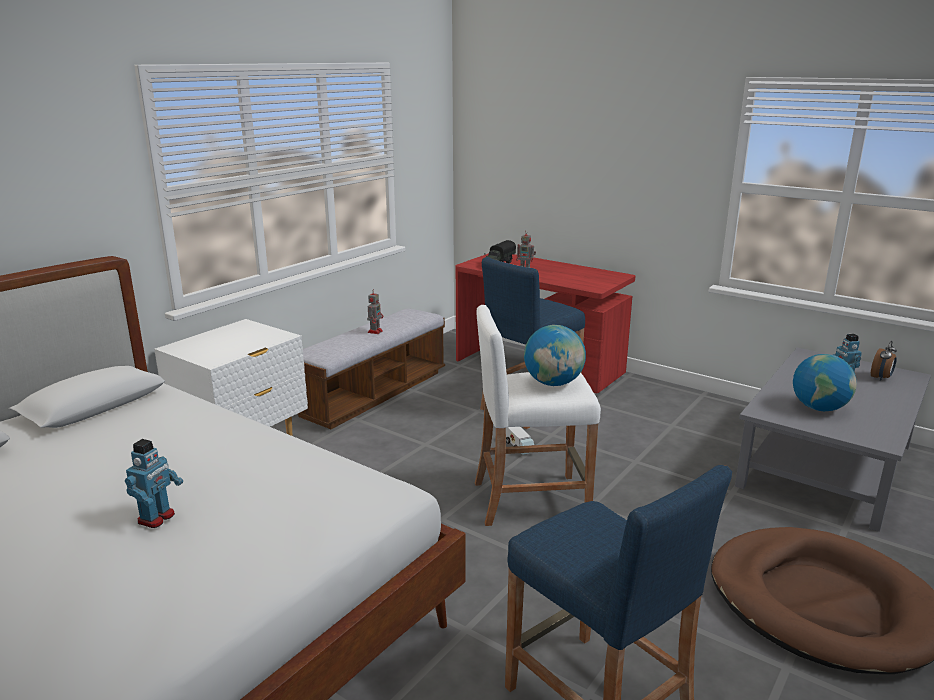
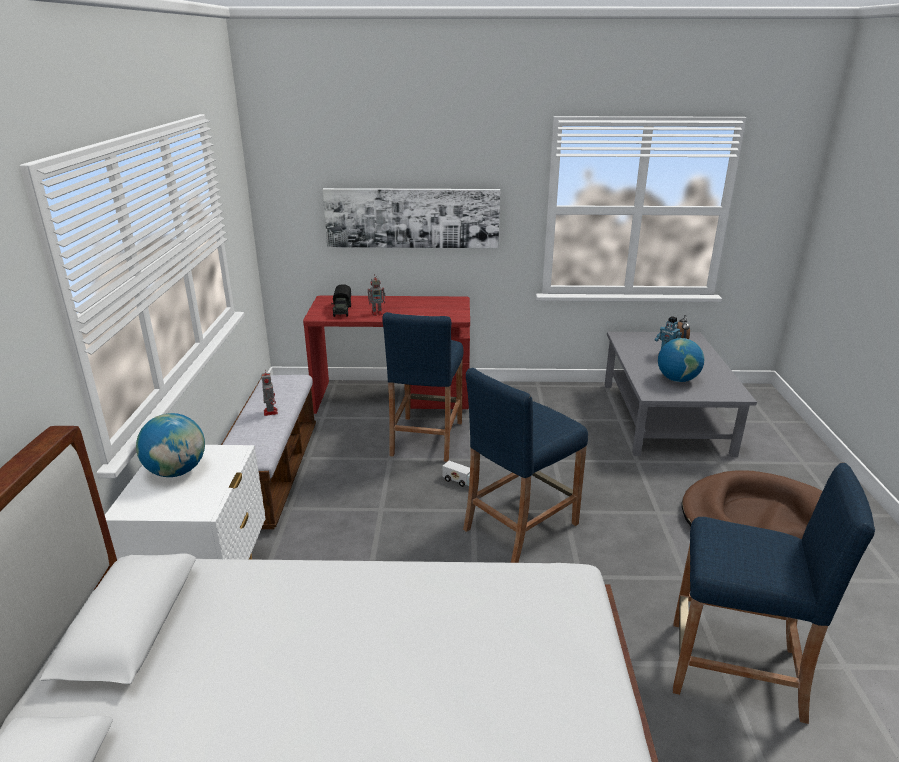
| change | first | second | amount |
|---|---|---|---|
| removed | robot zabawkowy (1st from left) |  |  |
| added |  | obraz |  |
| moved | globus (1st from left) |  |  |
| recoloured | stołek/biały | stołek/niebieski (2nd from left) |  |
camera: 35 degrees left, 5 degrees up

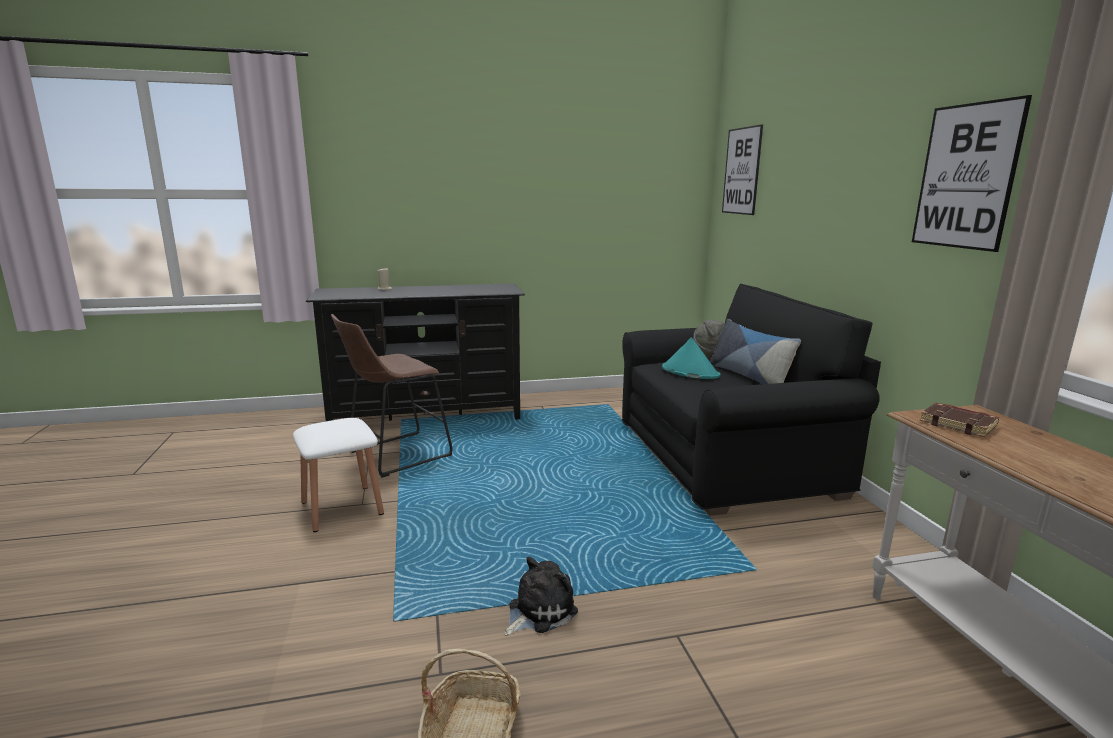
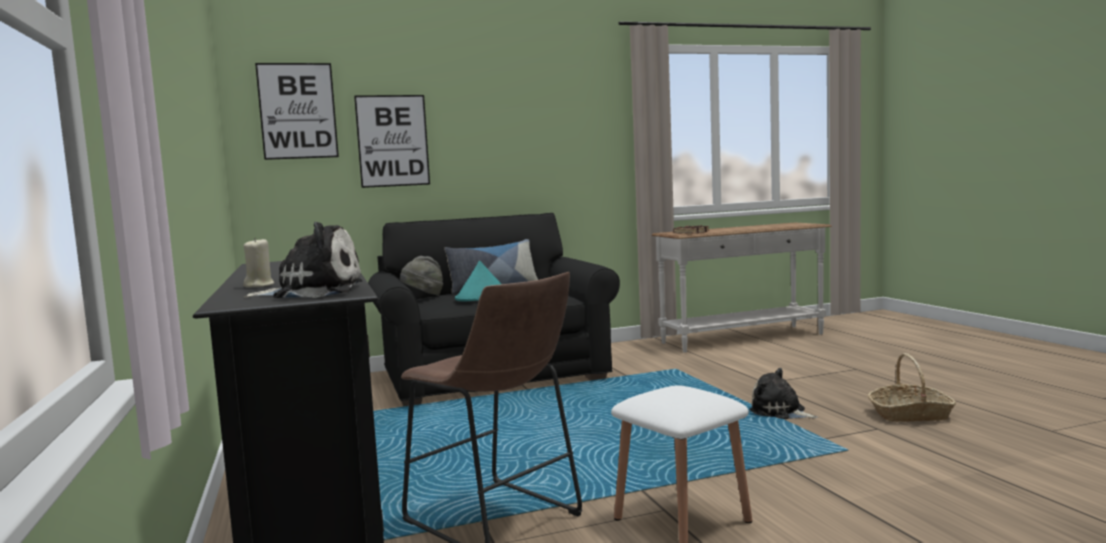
| change | first | second | amount |
|---|---|---|---|
| added |  | pluszak (1st from left) |  |
| moved | obraz (2nd from left) |  |  |
camera: 95 degrees left, 10 degrees down

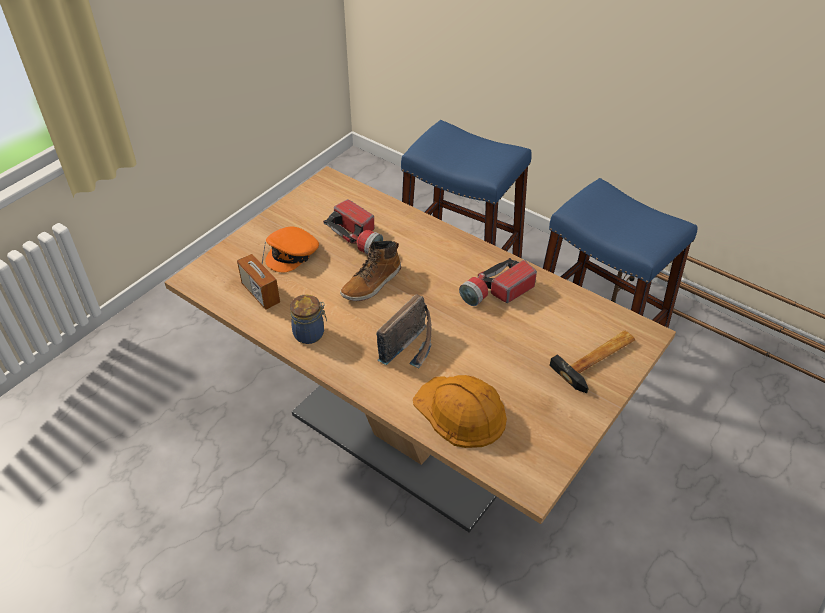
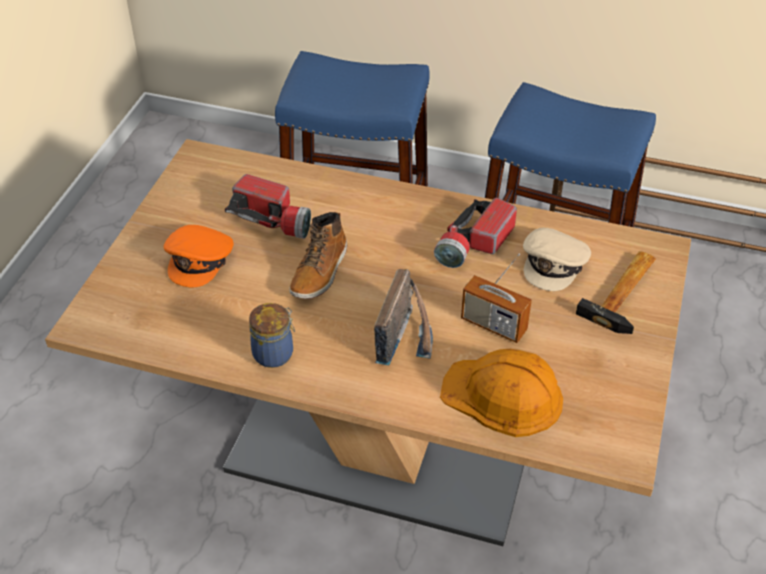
| change | first | second | amount |
|---|---|---|---|
| added |  | czapka z daszkiem/beżowy |  |
| moved | radio (1st from left in the first image) | radio (2nd from left) |  |
camera: 20 degrees left, 0 degrees up

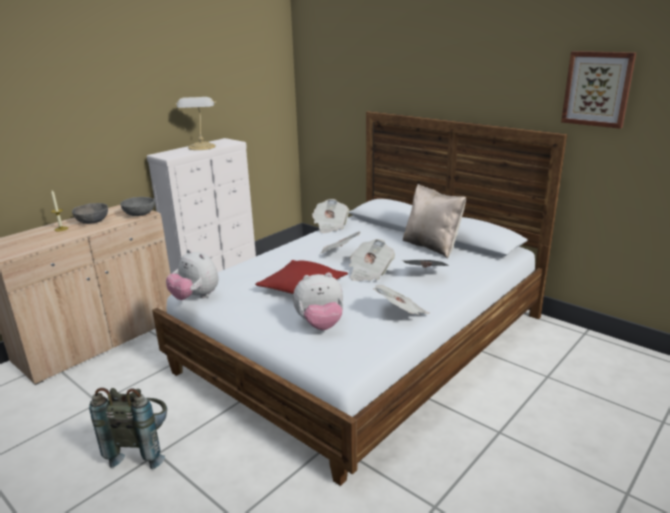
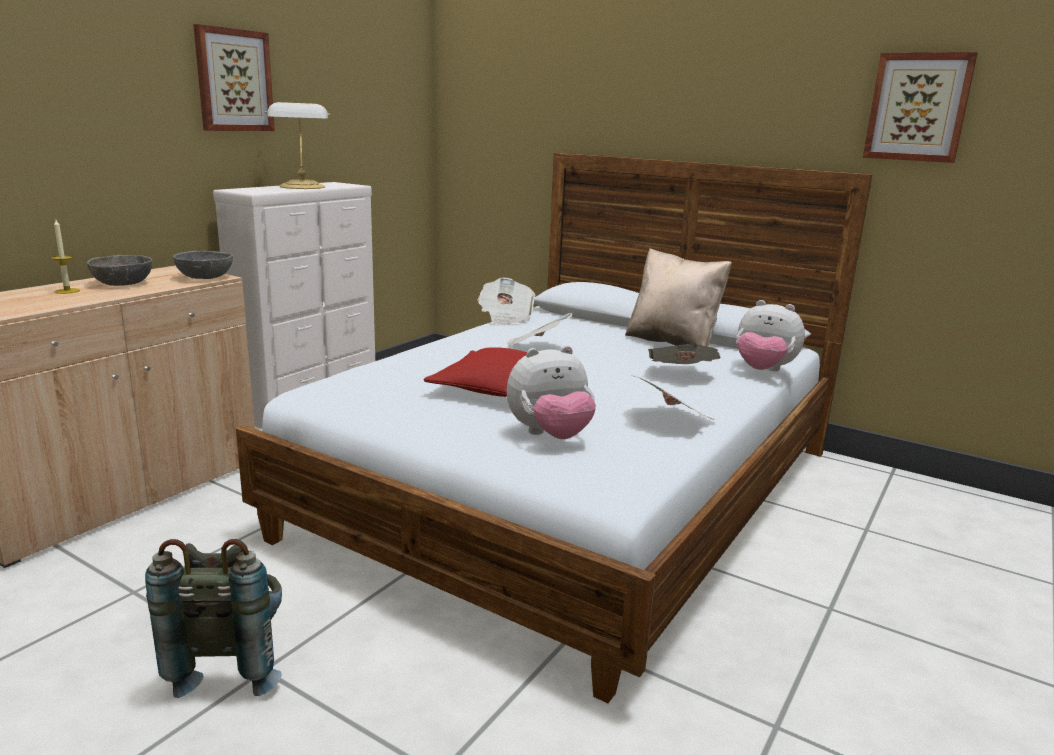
| change | first | second | amount |
|---|---|---|---|
| removed | gazeta (3rd from left) |  |  |
| added |  | obraz (1st from left) |  |
| moved | pluszak (1st from left in the first image) | pluszak (2nd from left) |  |
camera: 10 degrees left, 5 degrees down

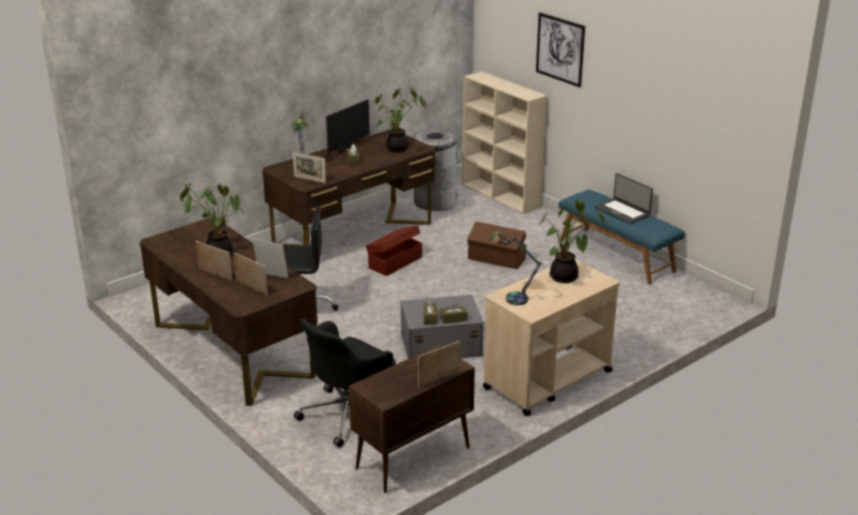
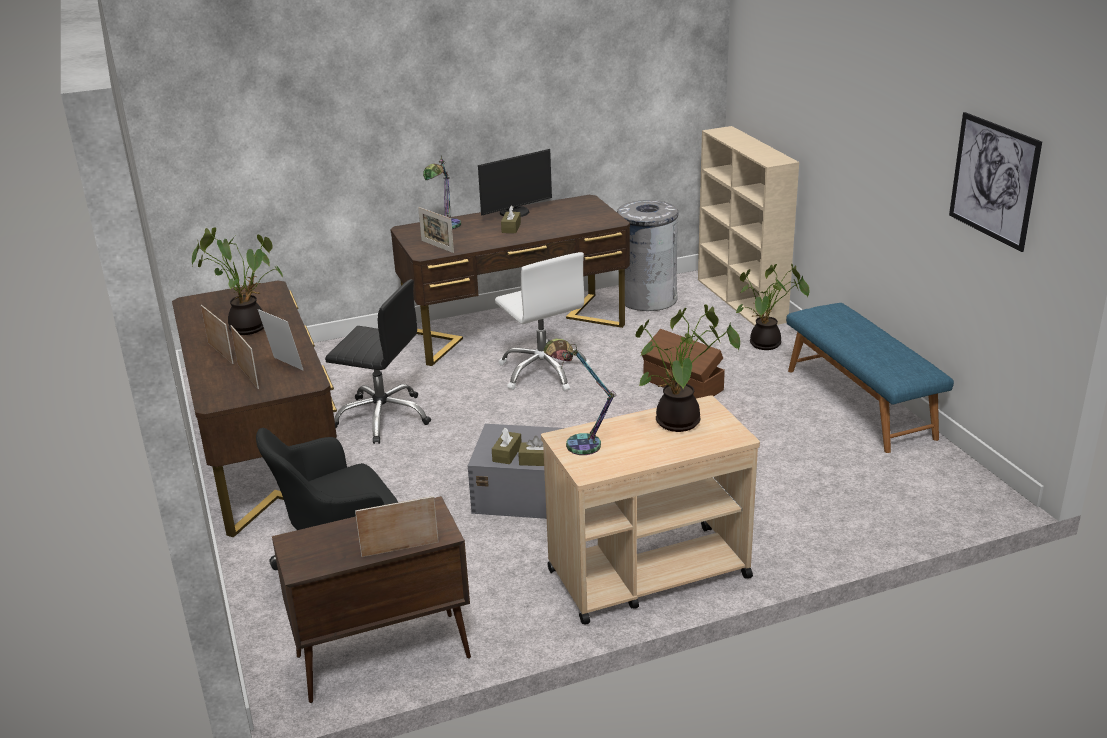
| change | first | second | amount |
|---|---|---|---|
| removed | laptop |  |  |
| moved | roślina doniczkowa (2nd from left in the first image) | roślina doniczkowa (3rd from left) |  |
| moved | obraz |  |  |
| replaced | pojemnik do przechowywania/brązowy (1st from left) | krzesło biurowe/biały |  |
camera: 20 degrees right, 0 degrees up

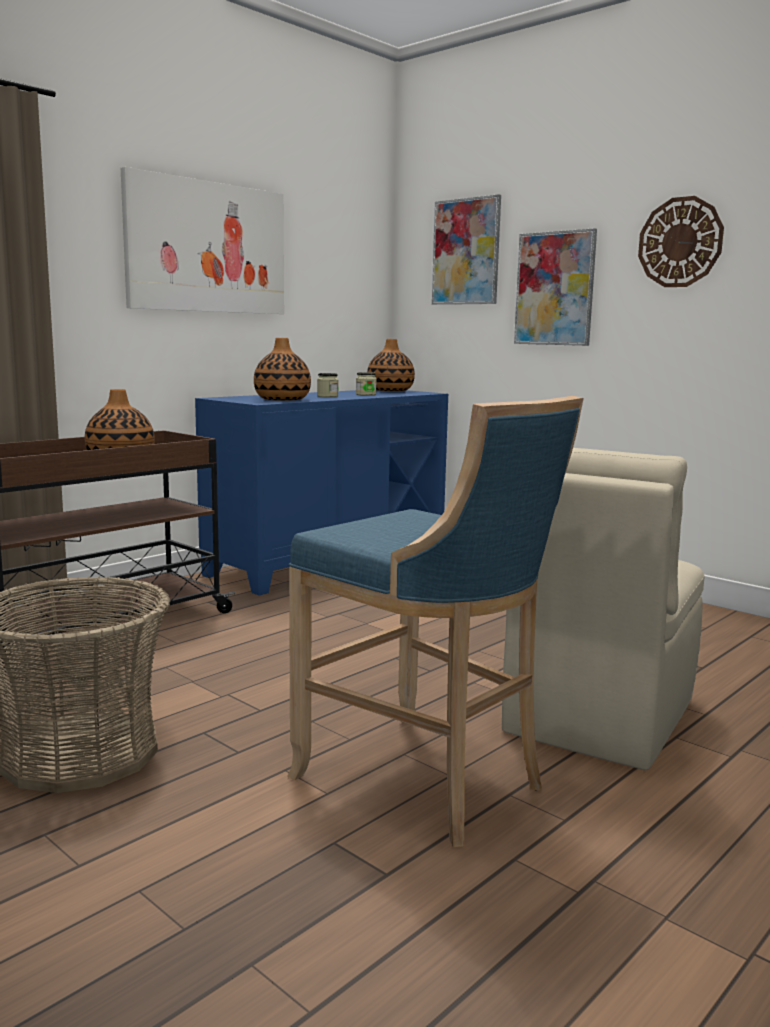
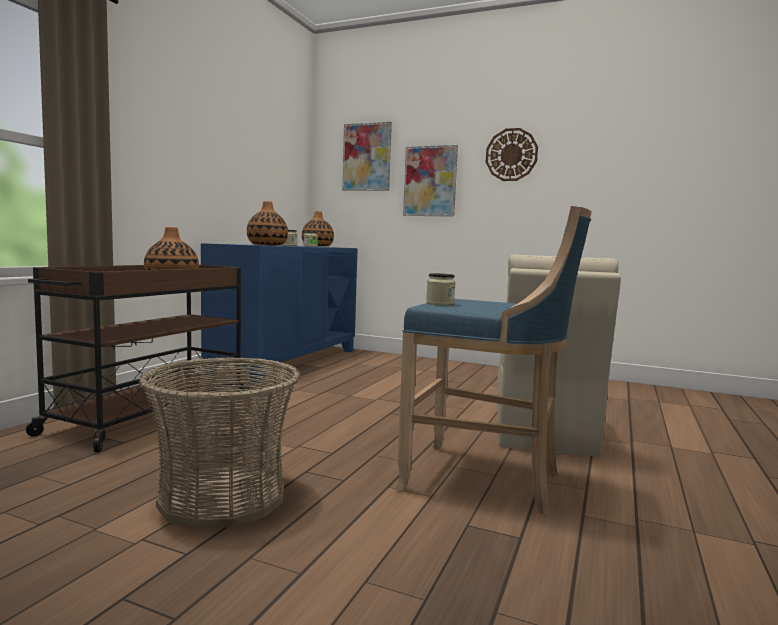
| change | first | second | amount |
|---|---|---|---|
| removed | obraz (1st from left) |  |  |
| added |  | słoik (3rd from left) |  |
camera: 20 degrees left, 5 degrees down

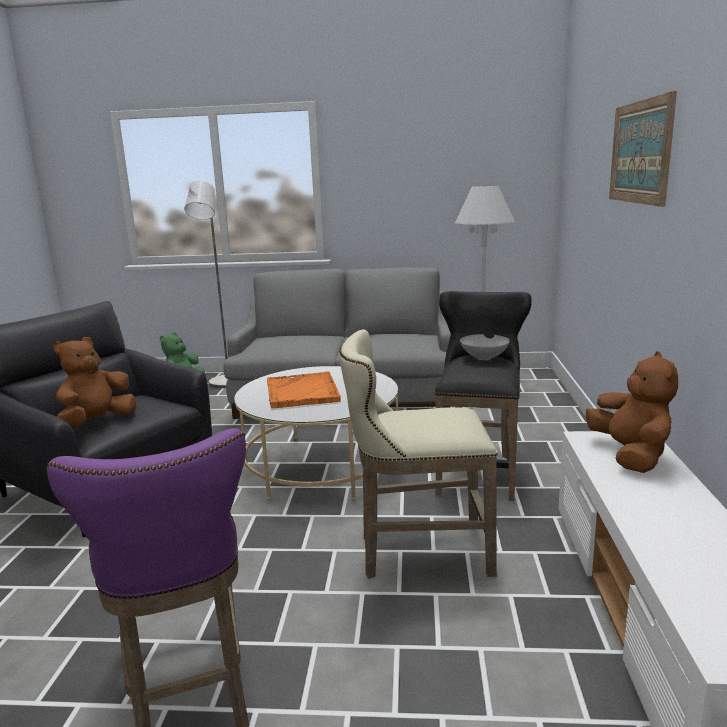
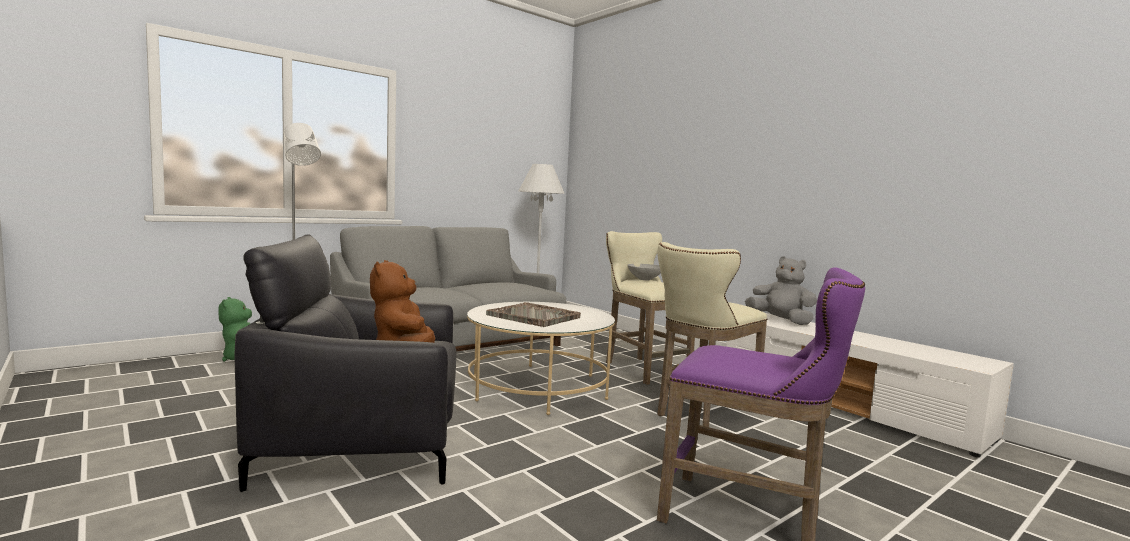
| change | first | second | amount |
|---|---|---|---|
| removed | obraz |  |  |
| recoloured | taca/pomarańczowy | taca/szary |  |
| recoloured | stołek/czarny | stołek/beżowy (1st from left) |  |
| recoloured | pluszak/brązowy (2nd from left) | pluszak/szary |  |
camera: 45 degrees left, 10 degrees down

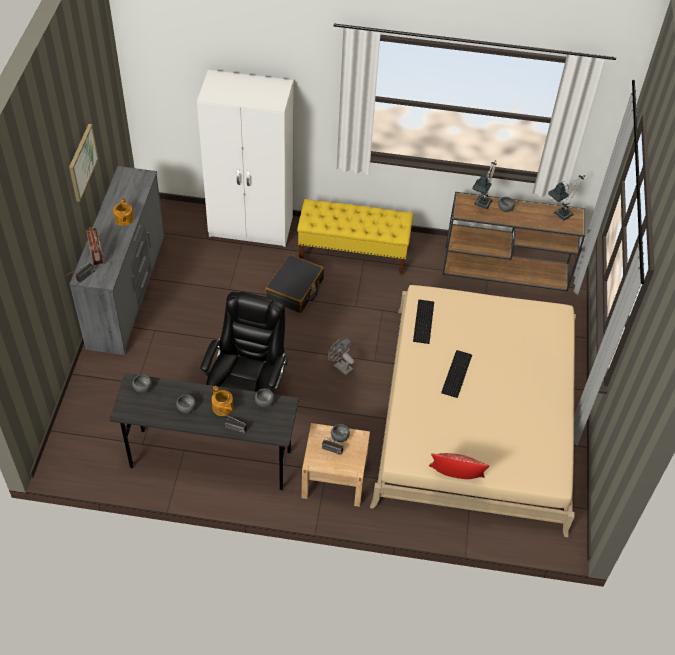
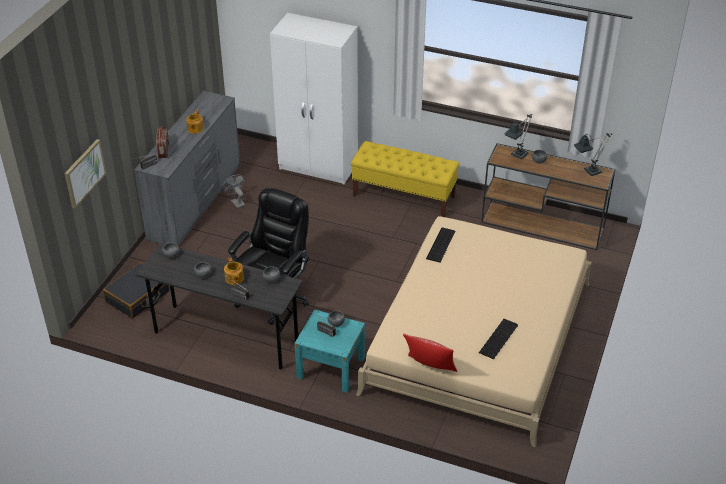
| change | first | second | amount |
|---|---|---|---|
| moved | obraz |  |  |
| moved | walizka/czarny |  |  |
| moved | wentylator/szary |  |  |
| moved | klawiatura (2nd from left) |  |  |
| recoloured | szafka nocna/beżowy | szafka nocna/turkusowy |  |
camera: 15 degrees right, 10 degrees down

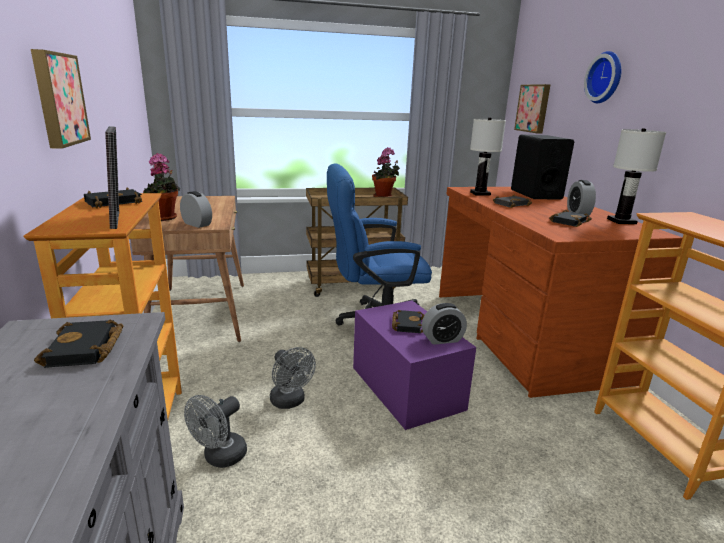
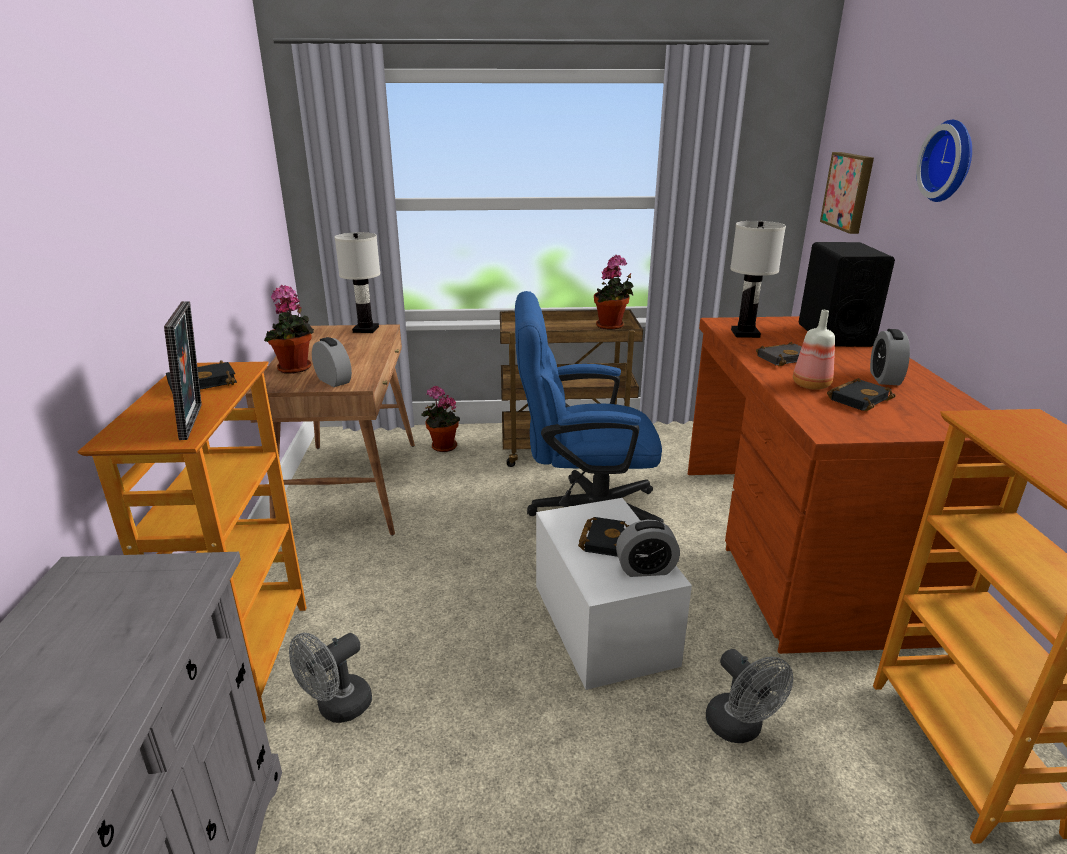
| change | first | second | amount |
|---|---|---|---|
| removed | obraz (1st from left) |  |  |
| removed | książka/czarny (1st from left) |  |  |
| added |  | roślina doniczkowa (2nd from left) |  |
| added |  | butelka |  |
| moved | wentylator/szary (2nd from left) |  |  |
| moved | lampa stołowa/biały (2nd from left in the first image) | lampa stołowa/biały (1st from left) |  |
| recoloured | pojemnik do przechowywania/fioletowy | pojemnik do przechowywania/biały |  |
camera: 10 degrees right, 5 degrees up

